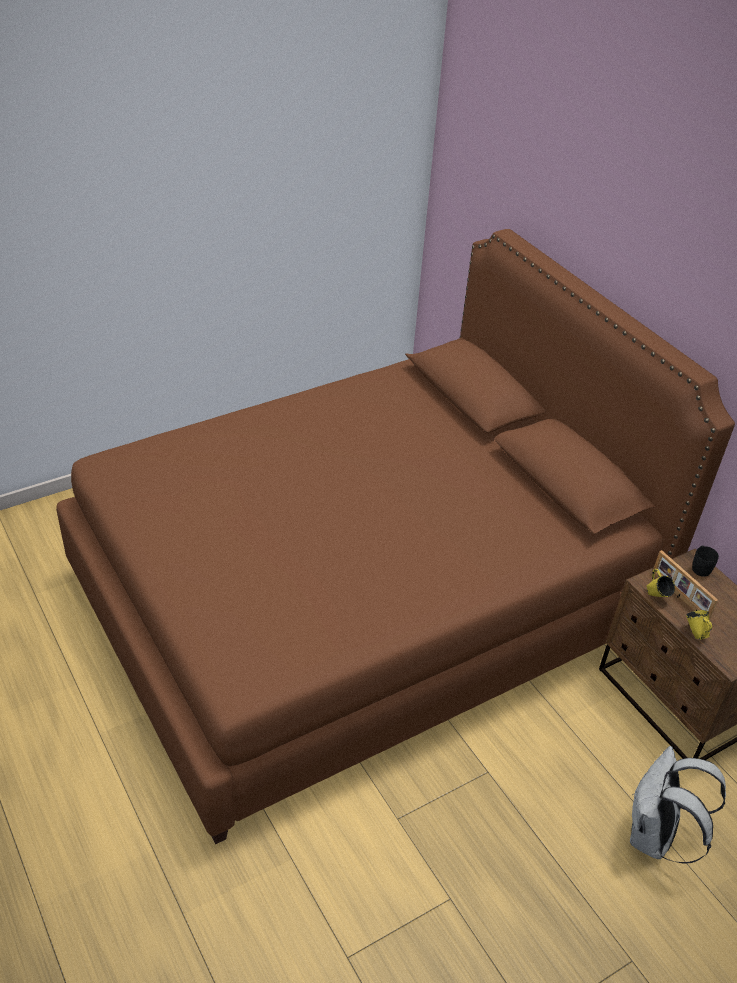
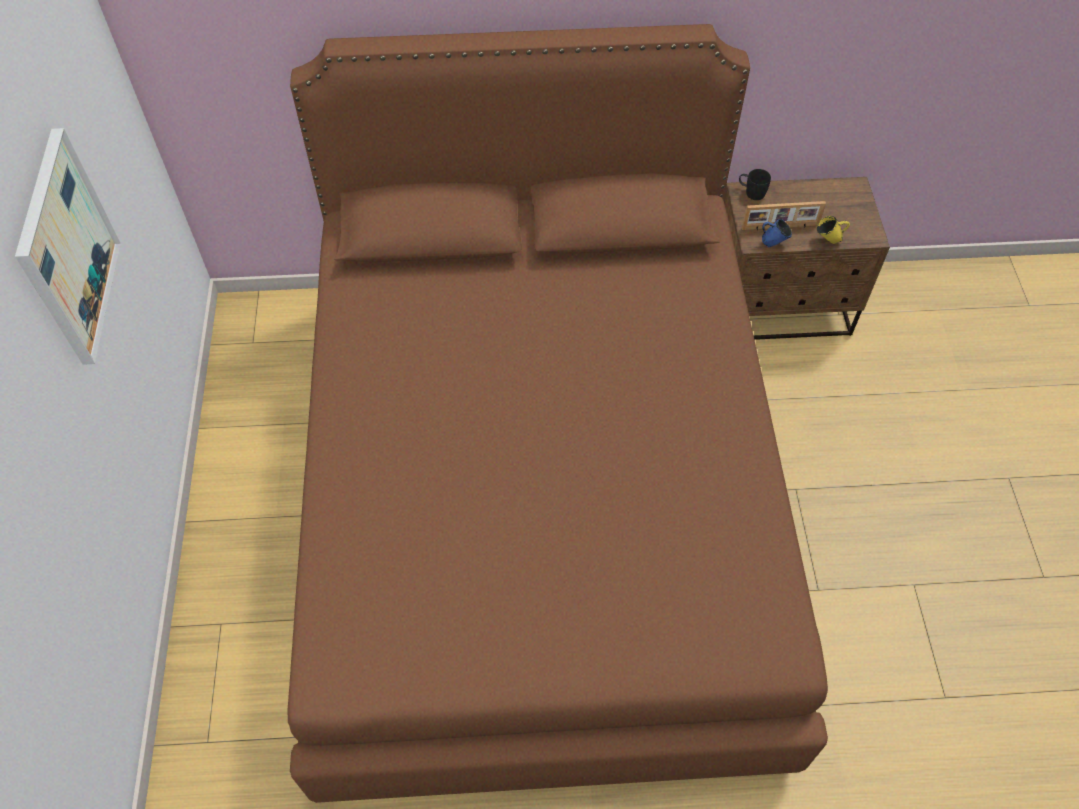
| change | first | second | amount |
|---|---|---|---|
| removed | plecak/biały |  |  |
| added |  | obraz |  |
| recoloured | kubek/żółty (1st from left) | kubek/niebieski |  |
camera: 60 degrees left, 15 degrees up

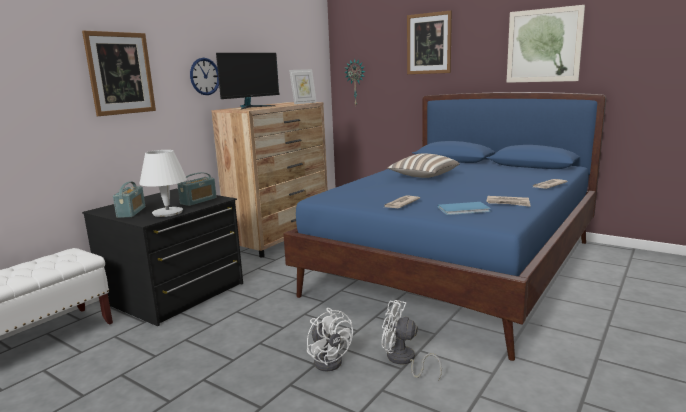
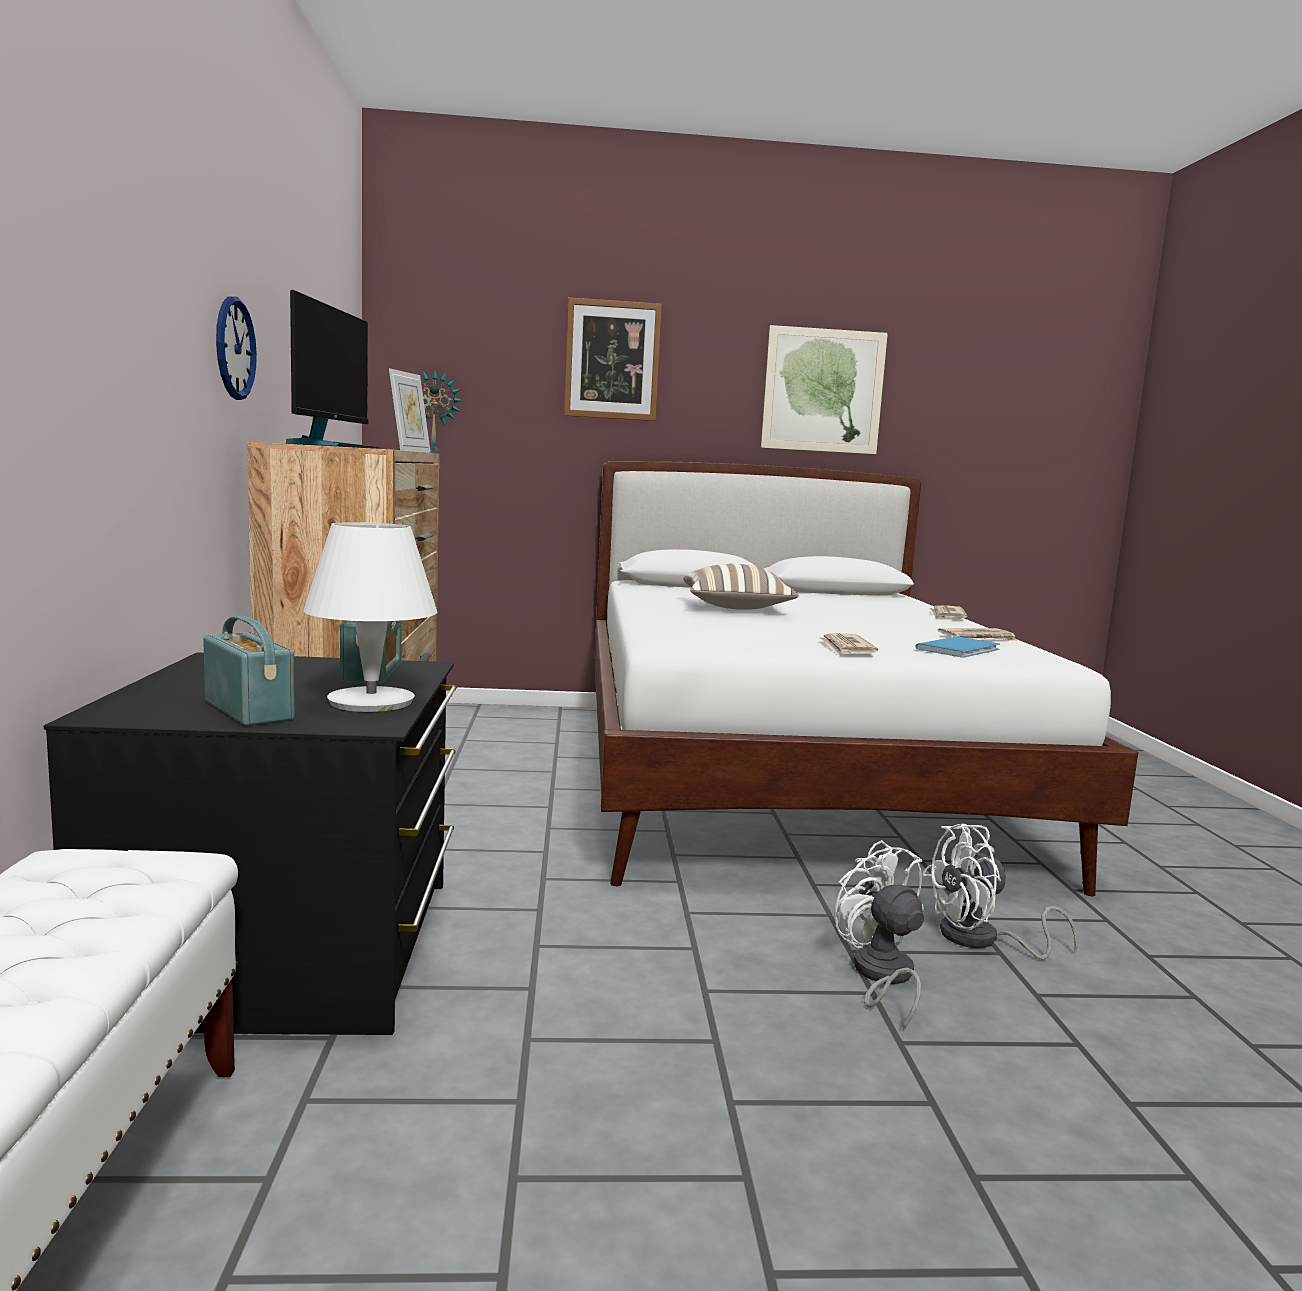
| change | first | second | amount |
|---|---|---|---|
| removed | obraz (1st from left) |  |  |
| recoloured | łóżko/niebieski | łóżko/biały |  |
| turned | wentylator/biały (1st from left) |  | 135 degrees counterclockwise |
camera: 40 degrees left, 5 degrees down

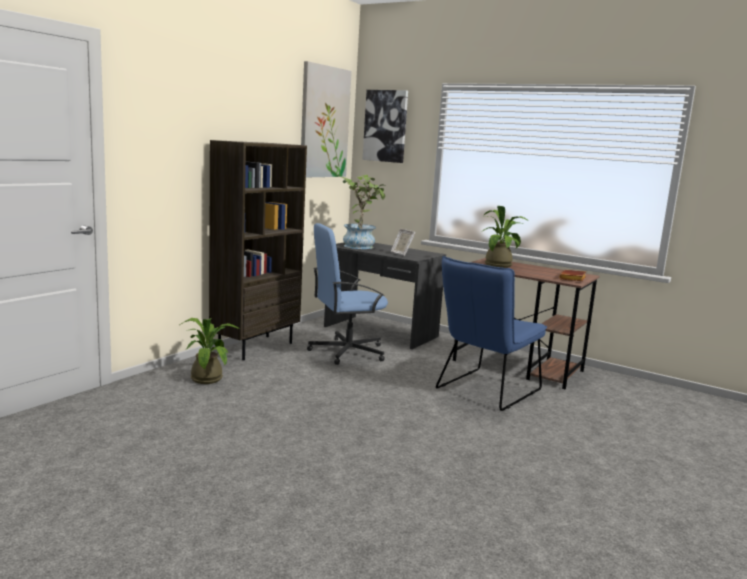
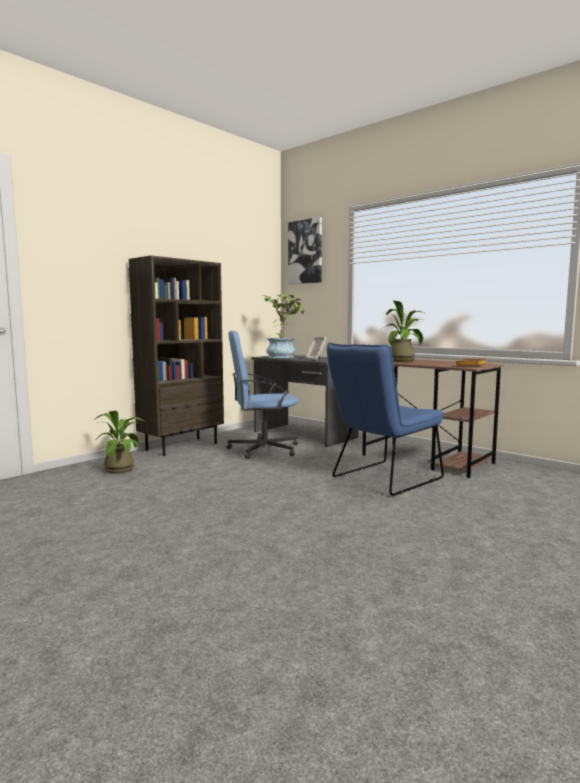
| change | first | second | amount |
|---|---|---|---|
| removed | obraz (1st from left) |  |  |
camera: 10 degrees right, 5 degrees down

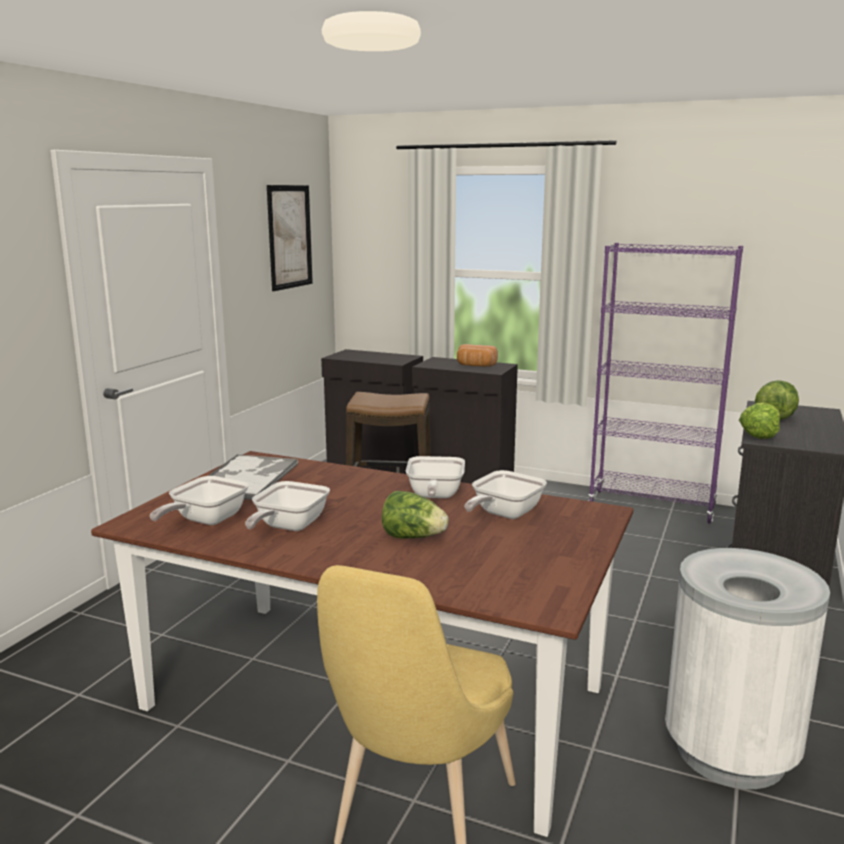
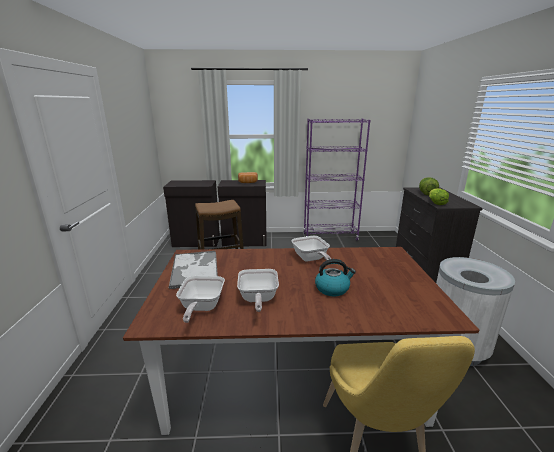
| change | first | second | amount |
|---|---|---|---|
| removed | obraz |  |  |
| removed | patelnia (4th from left) |  |  |
| replaced | sałata (1st from left) | czajnik |  |
camera: 25 degrees left, 5 degrees up

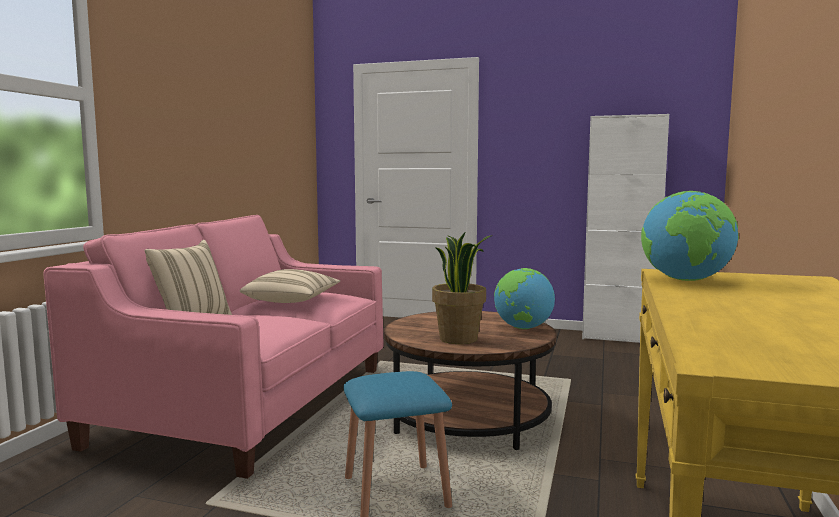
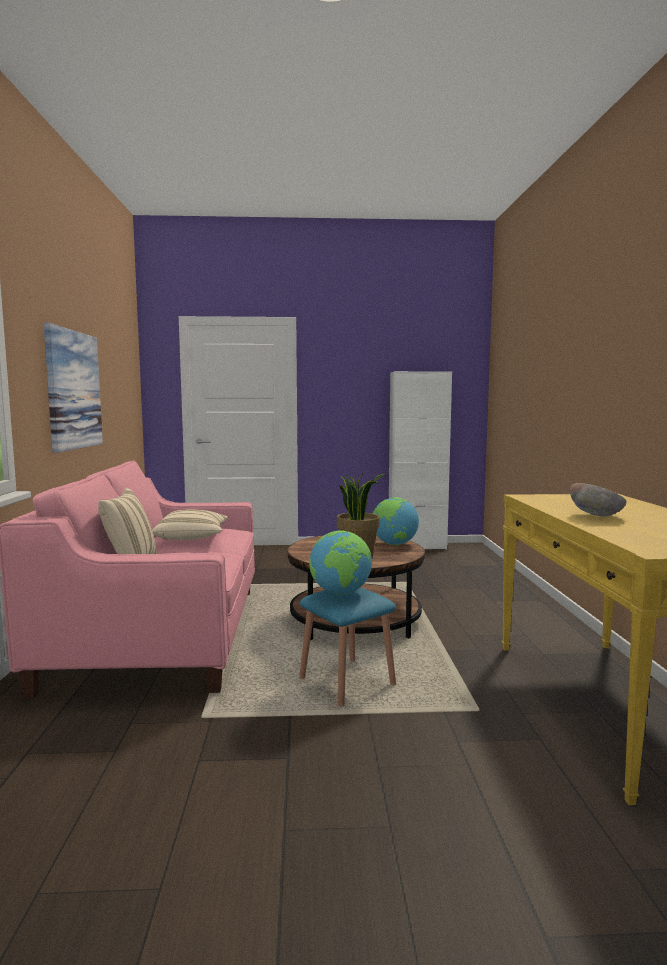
| change | first | second | amount |
|---|---|---|---|
| added |  | obraz |  |
| added |  | miska |  |
| moved | globus (2nd from left in the first image) | globus (1st from left) |  |
camera: 20 degrees left, 0 degrees up

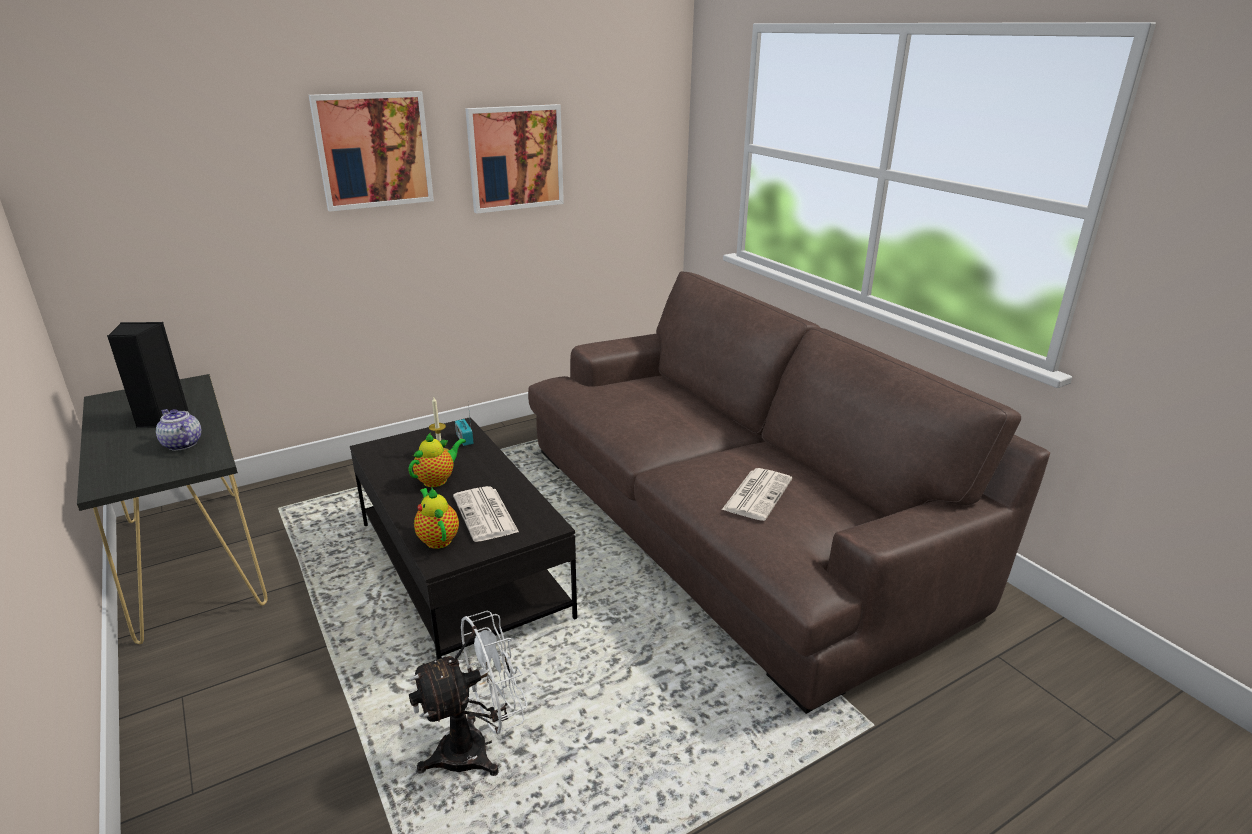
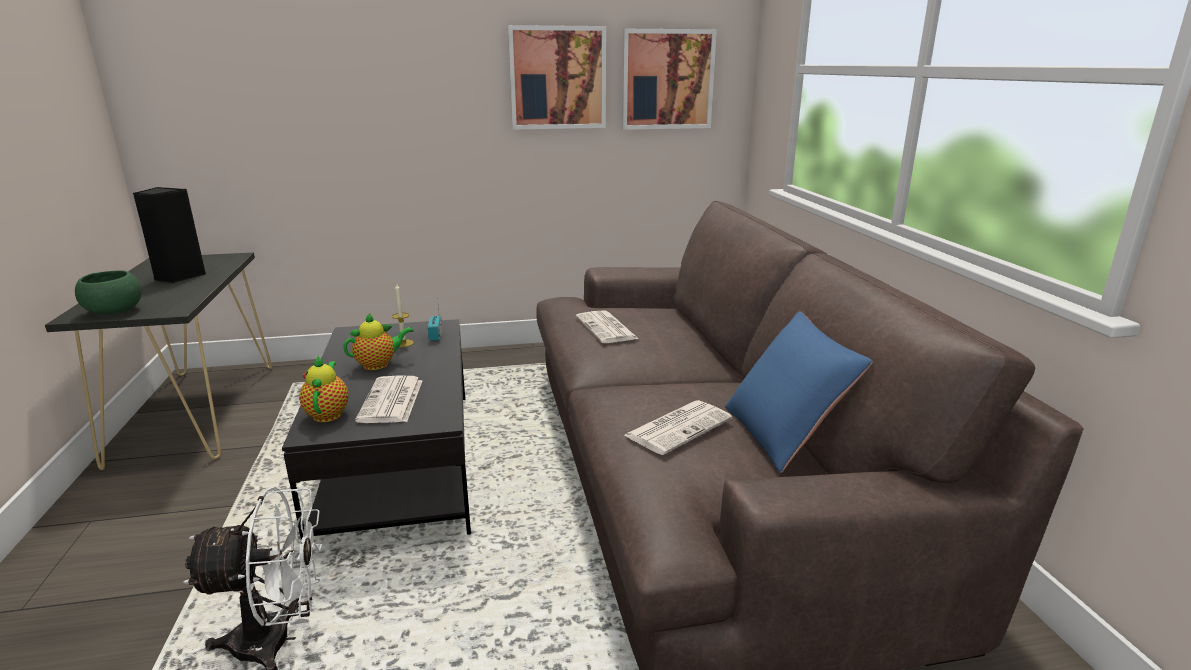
| change | first | second | amount |
|---|---|---|---|
| removed | imbryk (1st from left) |  |  |
| added |  | miska/zielony |  |
| added |  | gazeta (2nd from left) |  |
| added |  | poduszka/niebieski |  |
| moved | obraz (1st from left in the first image) | obraz (2nd from left) |  |
camera: 20 degrees right, 5 degrees down

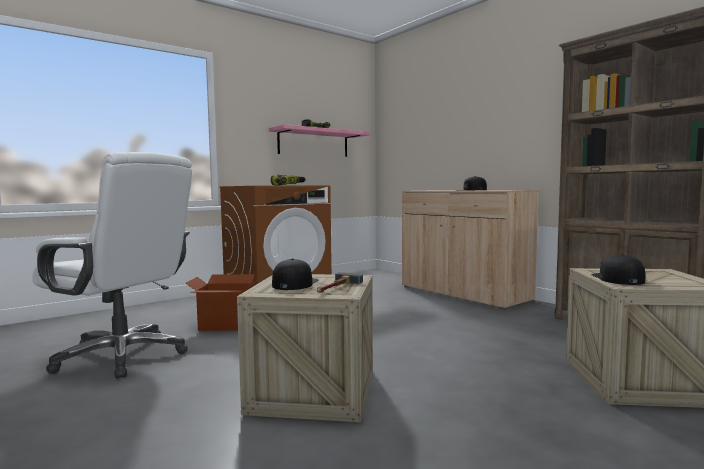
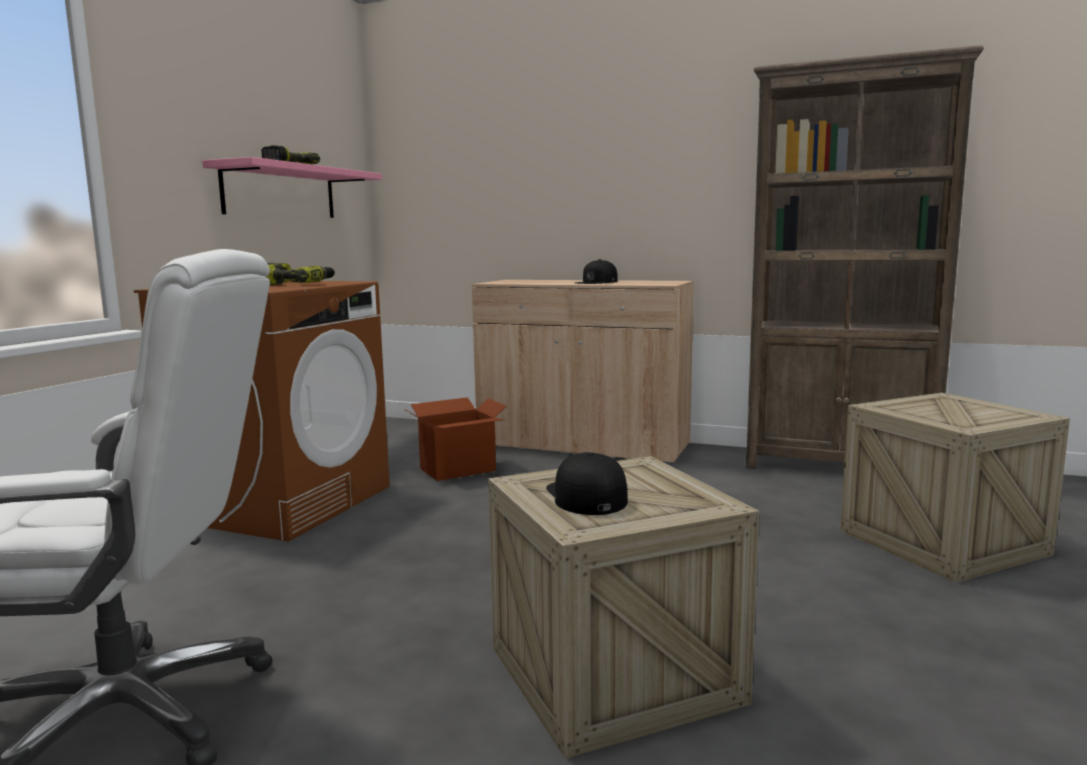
| change | first | second | amount |
|---|---|---|---|
| removed | młotek |  |  |
| removed | czapka z daszkiem/czarny (3rd from left) |  |  |
| moved | karton |  |  |
camera: 30 degrees left, 5 degrees up

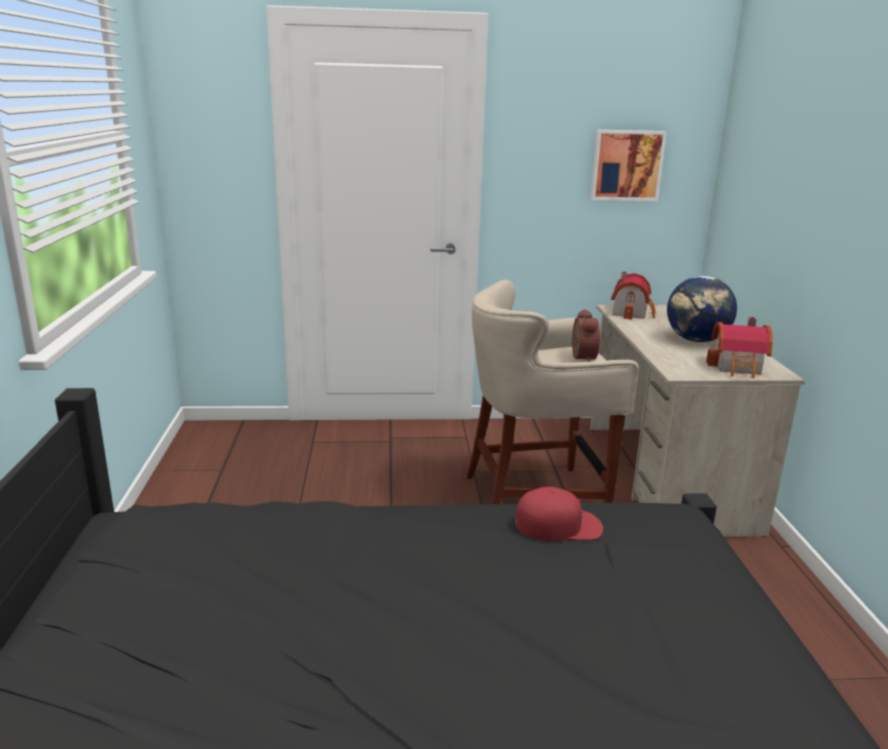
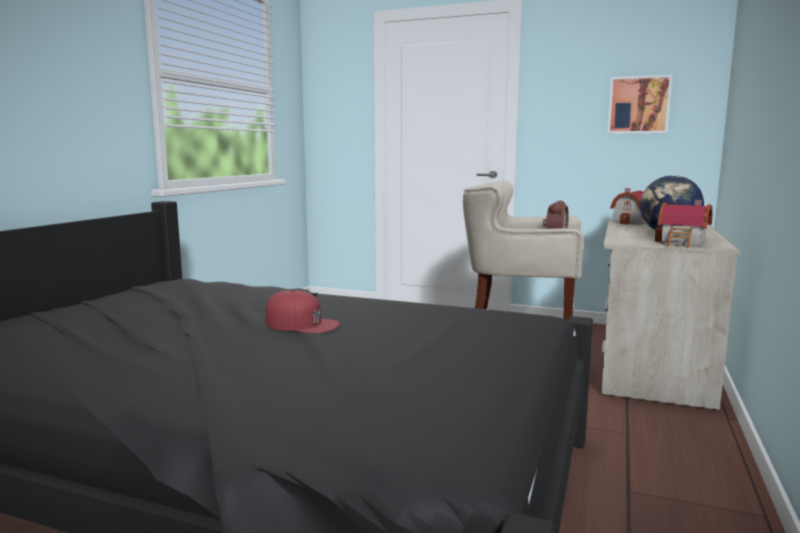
| change | first | second | amount |
|---|---|---|---|
| moved | czapka z daszkiem/czerwony |  |  |
camera: 25 degrees right, 10 degrees down

